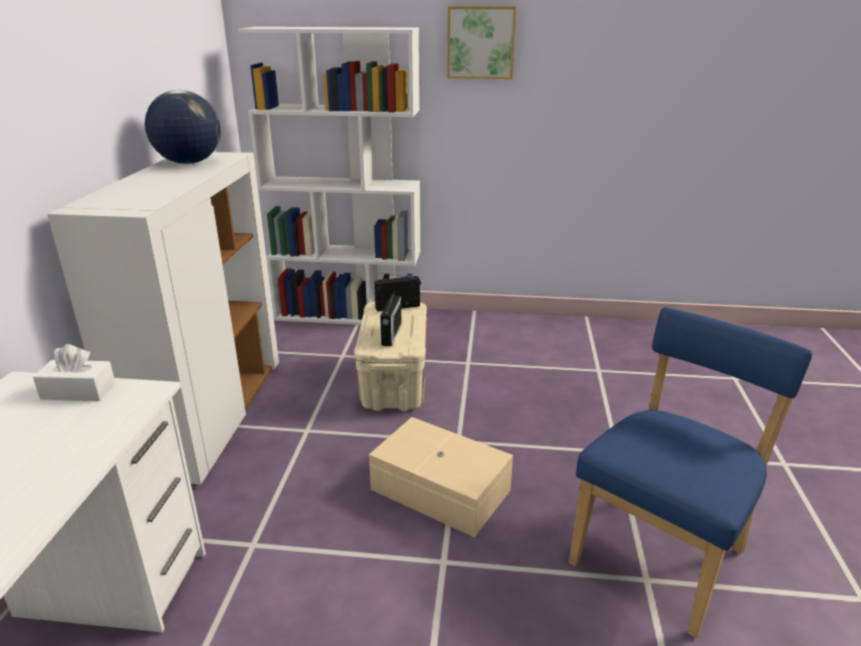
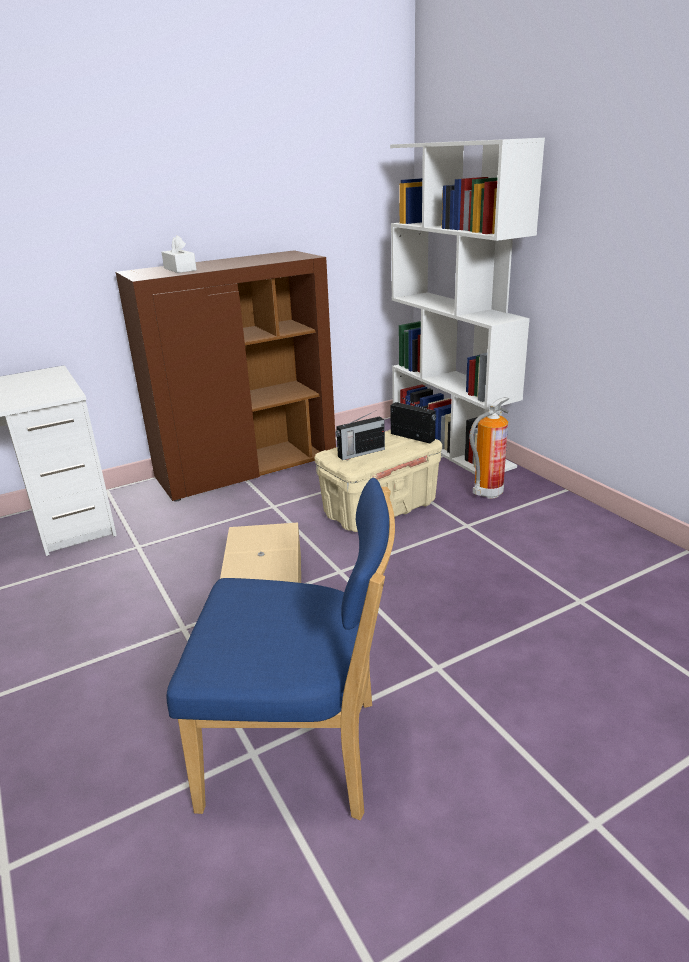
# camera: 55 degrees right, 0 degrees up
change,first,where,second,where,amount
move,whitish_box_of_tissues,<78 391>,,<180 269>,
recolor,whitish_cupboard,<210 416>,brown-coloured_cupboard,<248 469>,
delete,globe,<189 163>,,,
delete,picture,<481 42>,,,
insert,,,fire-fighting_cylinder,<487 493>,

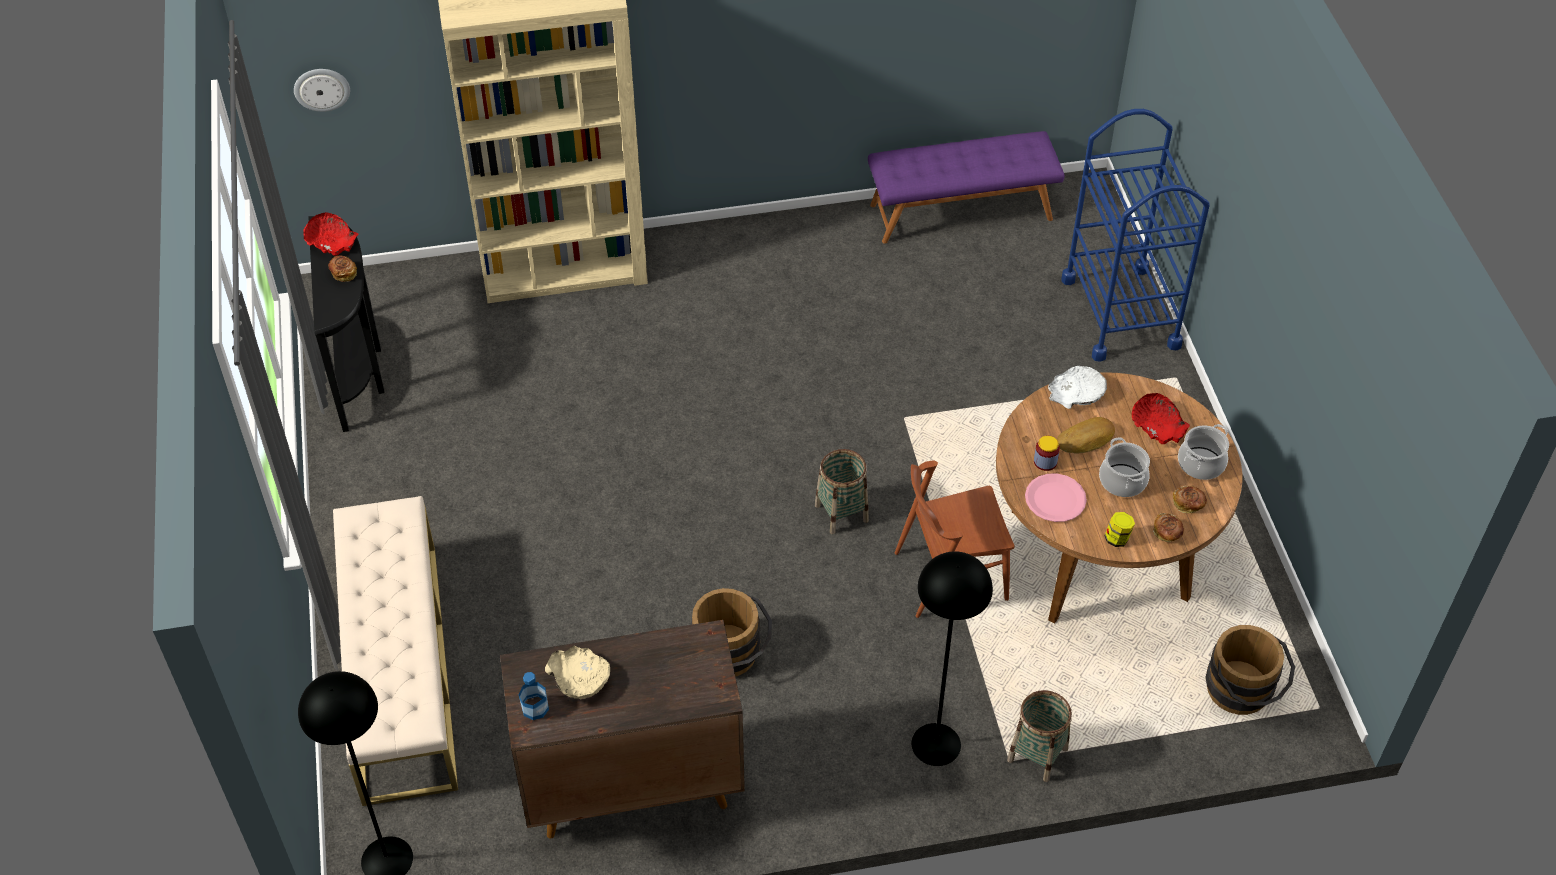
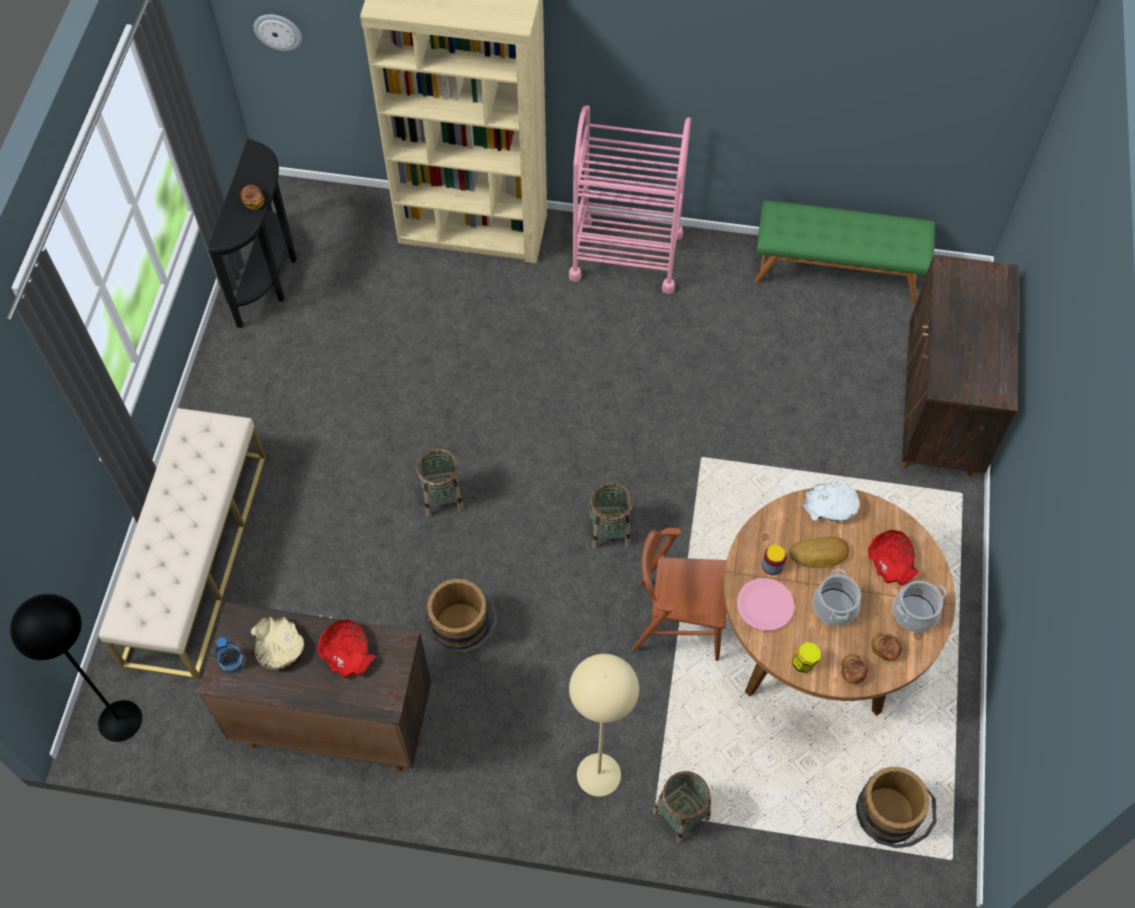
# camera: 20 degrees right, 10 degrees up
change,first,where,second,where,amount
move,red_bowl,<331 241>,,<347 653>,
recolor,purple-coloured_bench,<961 211>,green_bench,<837 271>,
recolor,black_standing_lamp,<935 744>,beige-coloured_standing_lamp,<598 775>,
replace,blue-coloured_cart,<1120 312>,brown-coloured_cupboard,<939 413>,
insert,,,storage_basket,<442 497>,
insert,,,pinkish_cart,<626 255>,

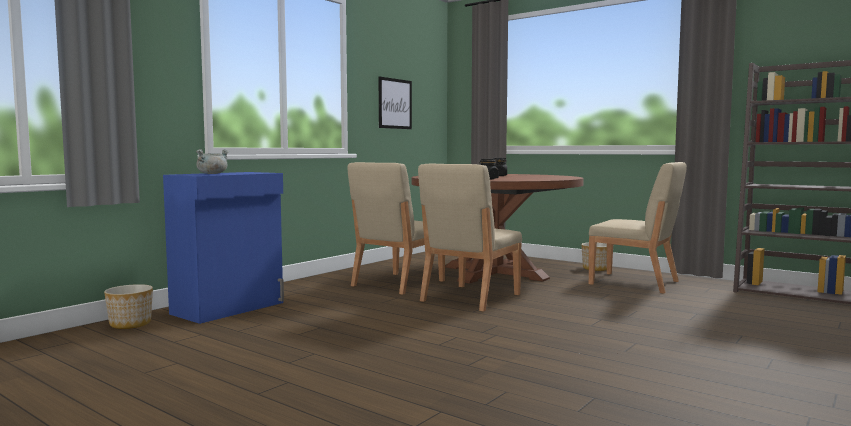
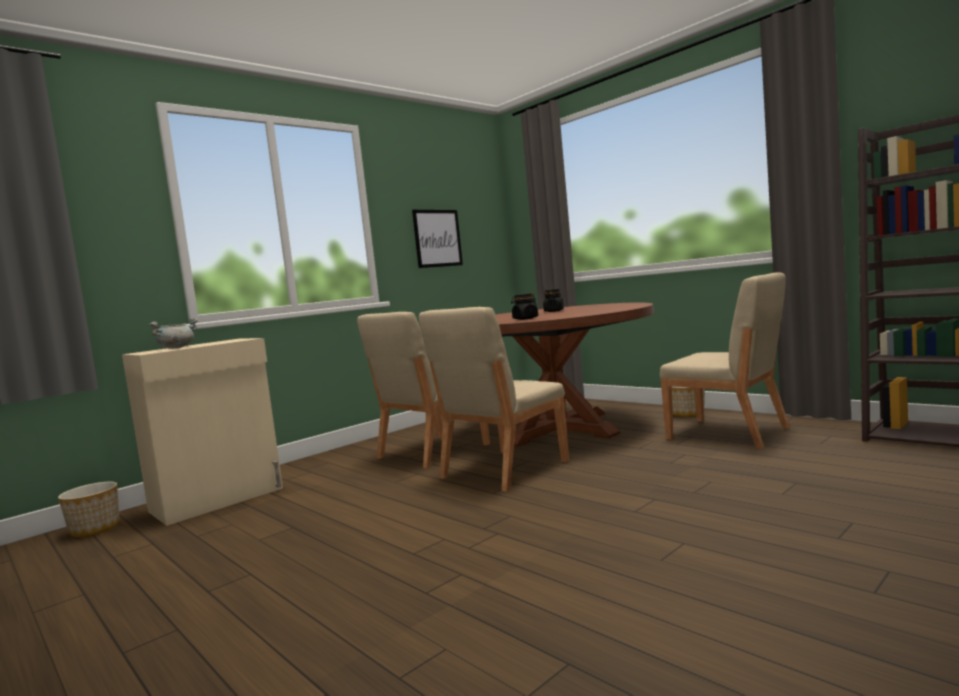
# camera: 10 degrees right, 0 degrees up
change,first,where,second,where,amount
recolor,blue-coloured_cupboard,<230 308>,beige-coloured_cupboard,<219 500>,

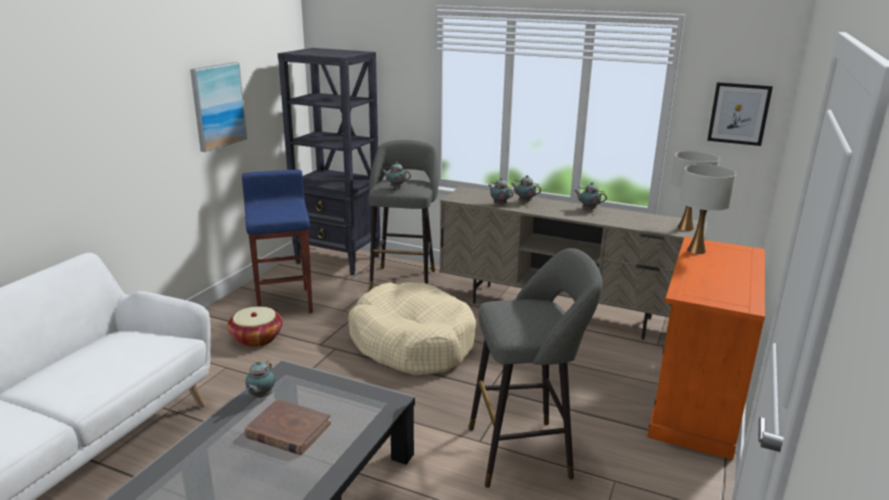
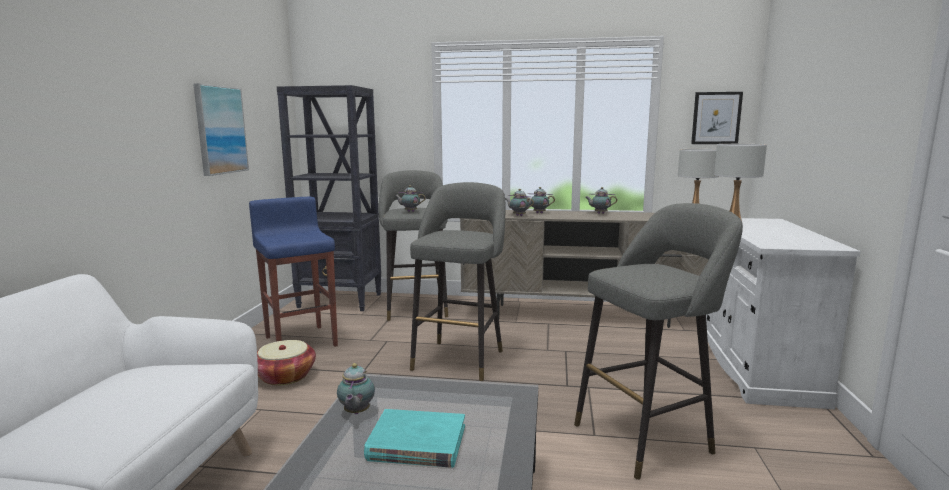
# camera: 15 degrees left, 10 degrees down
change,first,where,second,where,amount
recolor,brown-coloured_book,<288 430>,turquoise_book,<416 443>,
replace,beige-coloured_dog_cushion,<412 343>,gray_sitting_stool,<460 358>,
recolor,orangey_cupboard,<695 402>,whitish_cupboard,<757 368>,

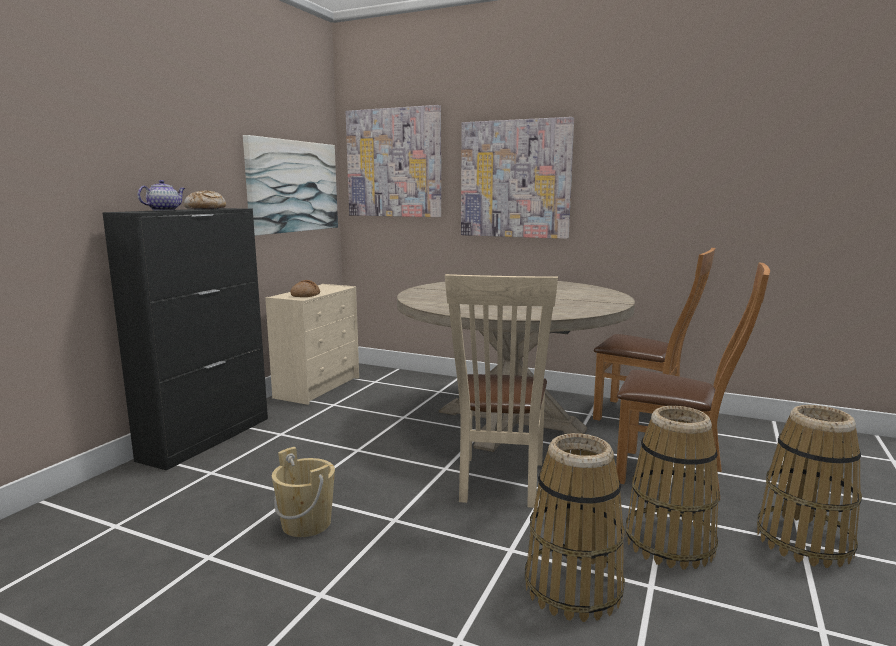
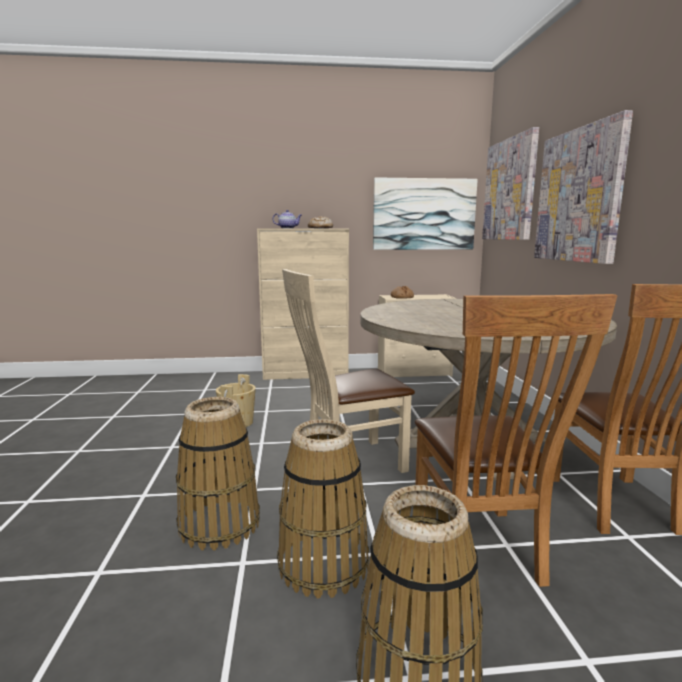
# camera: 60 degrees right, 0 degrees up
change,first,where,second,where,amount
recolor,black_cupboard,<207 438>,beige-coloured_cupboard,<306 374>,

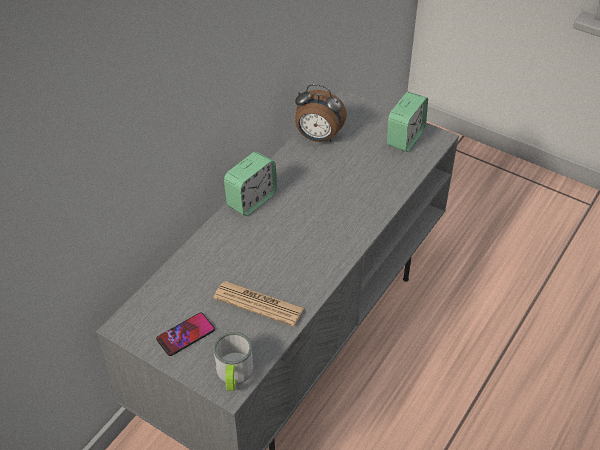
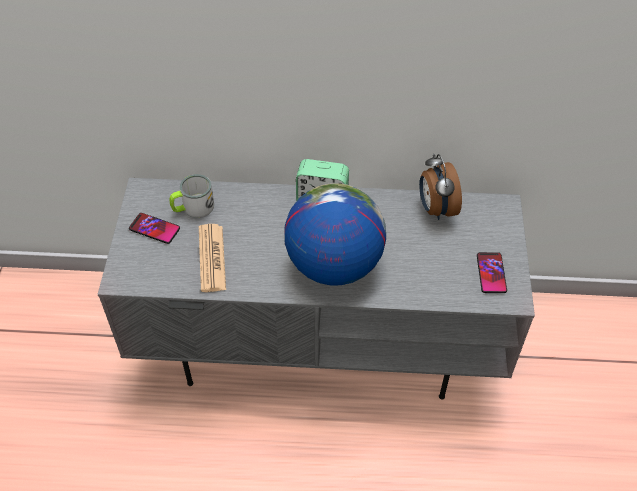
# camera: 60 degrees right, 5 degrees up
change,first,where,second,where,amount
move,mug,<234 374>,,<193 208>,
replace,bedside_clock,<405 138>,handset,<491 273>,
insert,,,globe,<333 264>,

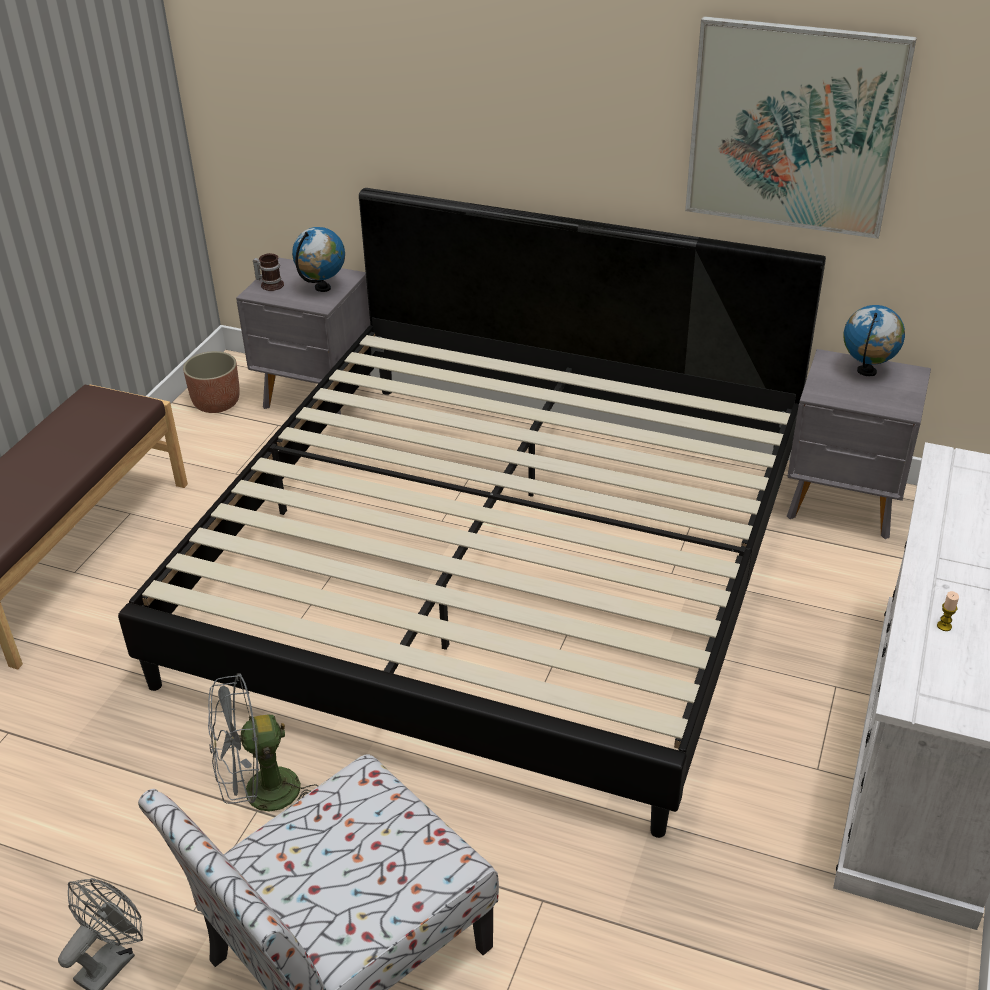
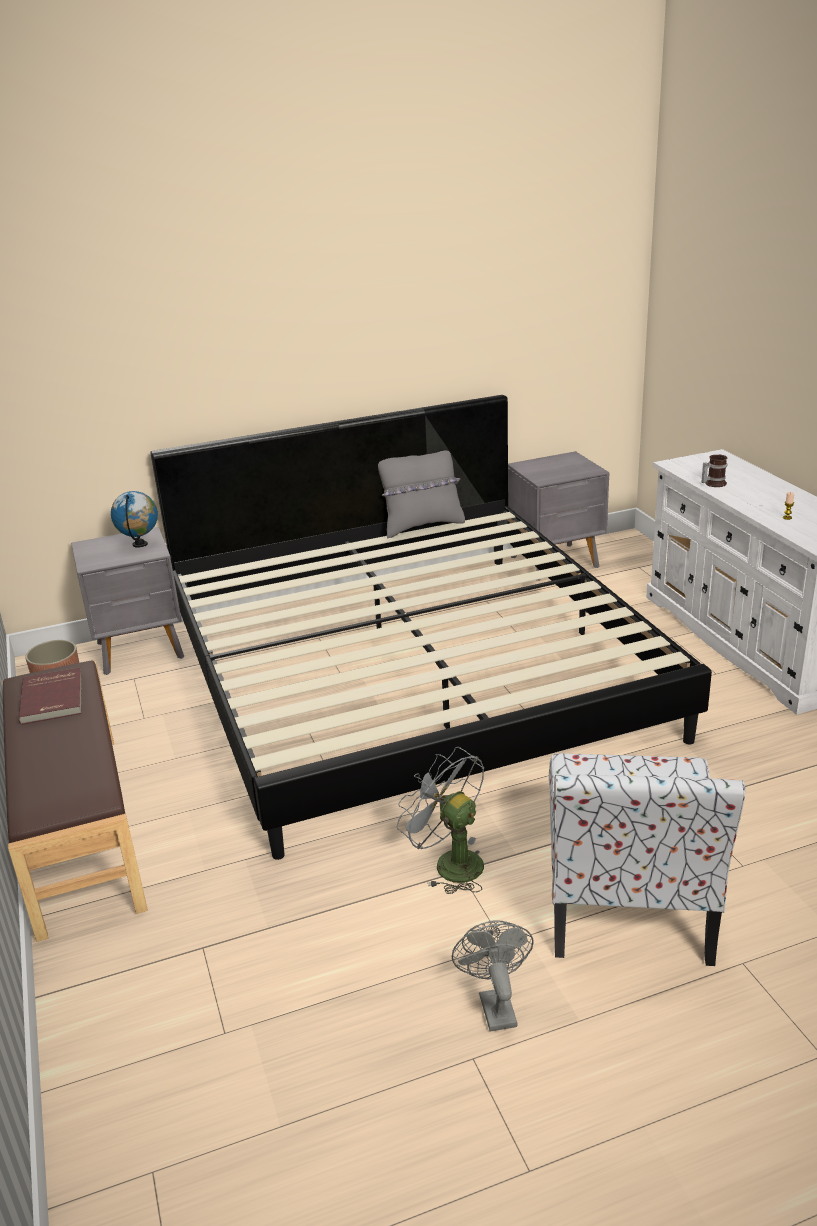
# camera: 40 degrees left, 10 degrees down
change,first,where,second,where,amount
rotate,gray_cooling_fan,<260 796>,,<449 863>,105 degrees clockwise
move,mug,<270 284>,,<713 483>,
delete,picture,<793 128>,,,
delete,globe,<867 371>,,,
insert,,,red_book,<54 698>,
insert,,,gray_cushion,<422 526>,

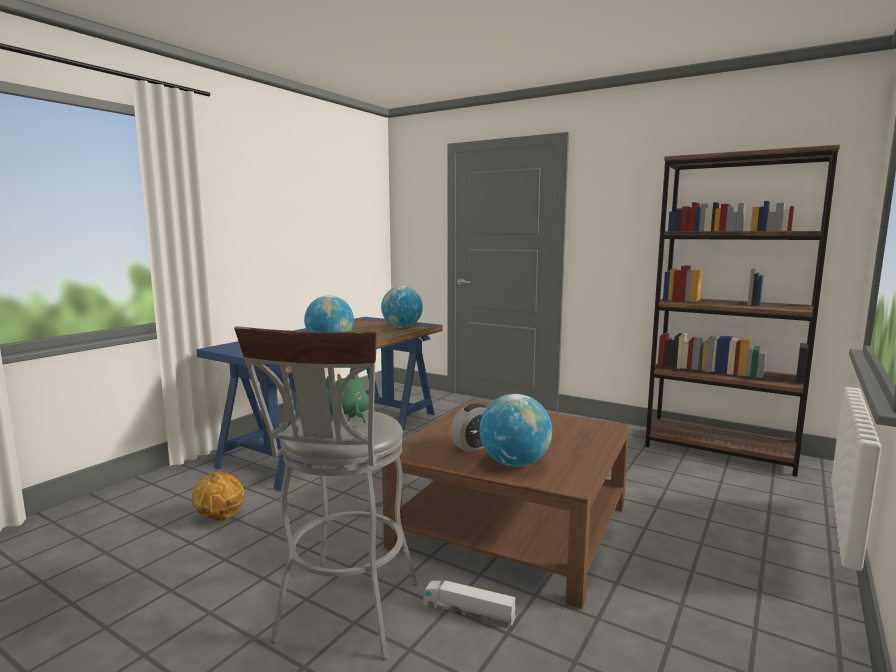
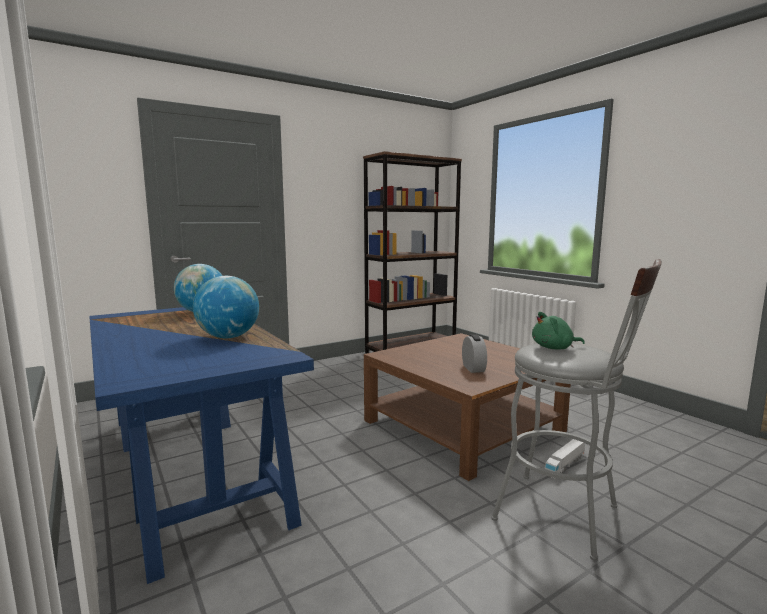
# camera: 65 degrees left, 0 degrees up
change,first,where,second,where,amount
delete,basketball_ball,<220 517>,,,
delete,globe,<514 463>,,,

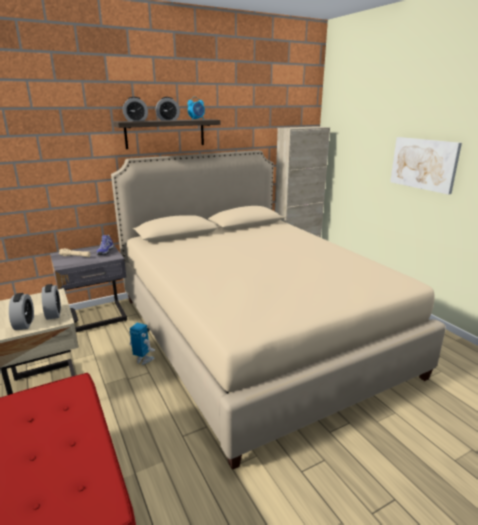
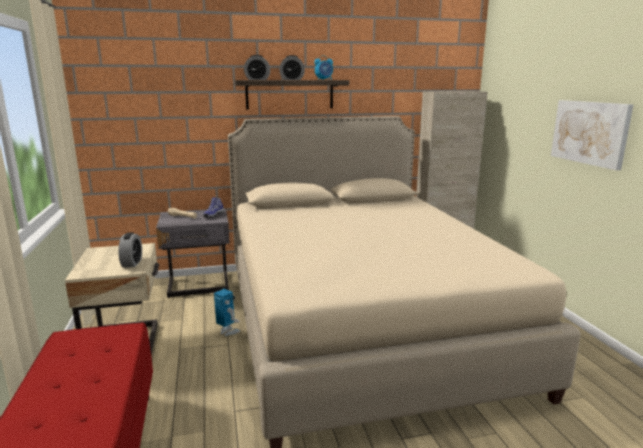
# camera: 15 degrees right, 5 degrees down
change,first,where,second,where,amount
delete,bedside_clock,<24 323>,,,

